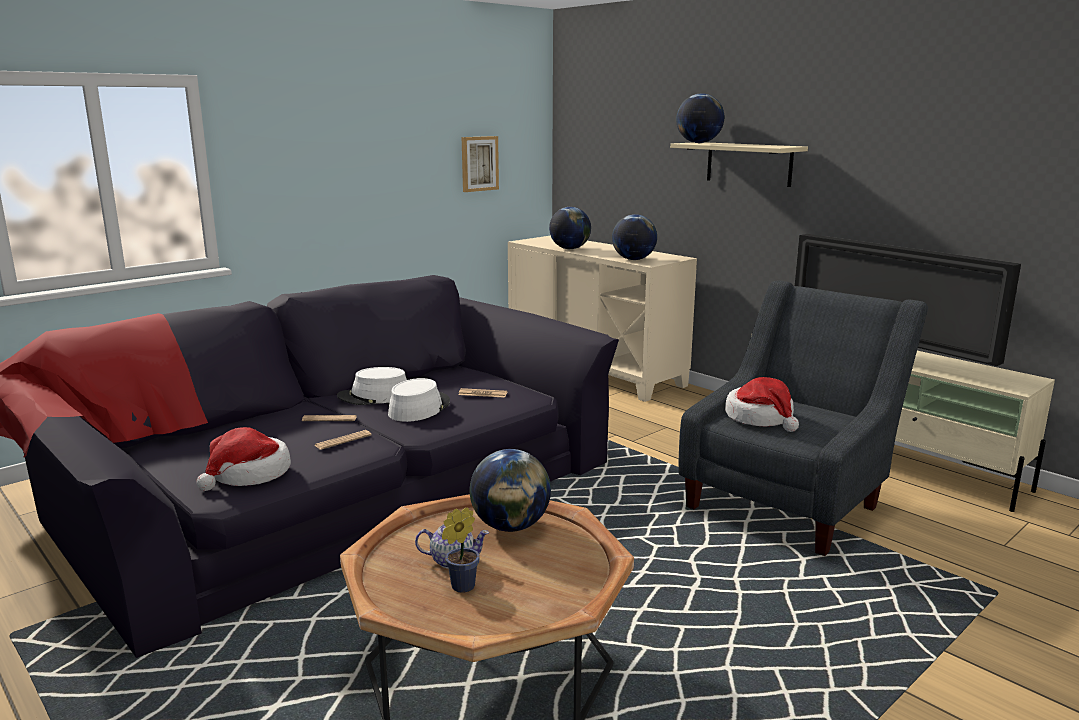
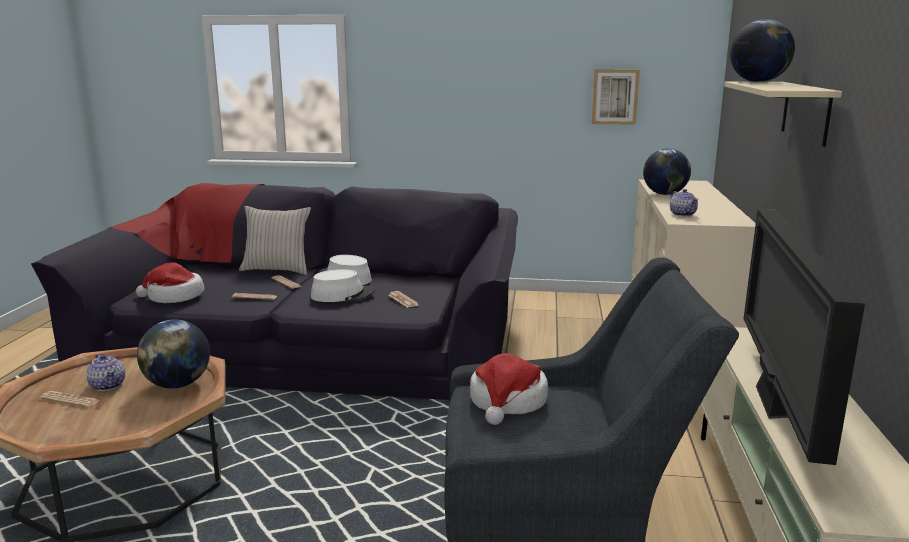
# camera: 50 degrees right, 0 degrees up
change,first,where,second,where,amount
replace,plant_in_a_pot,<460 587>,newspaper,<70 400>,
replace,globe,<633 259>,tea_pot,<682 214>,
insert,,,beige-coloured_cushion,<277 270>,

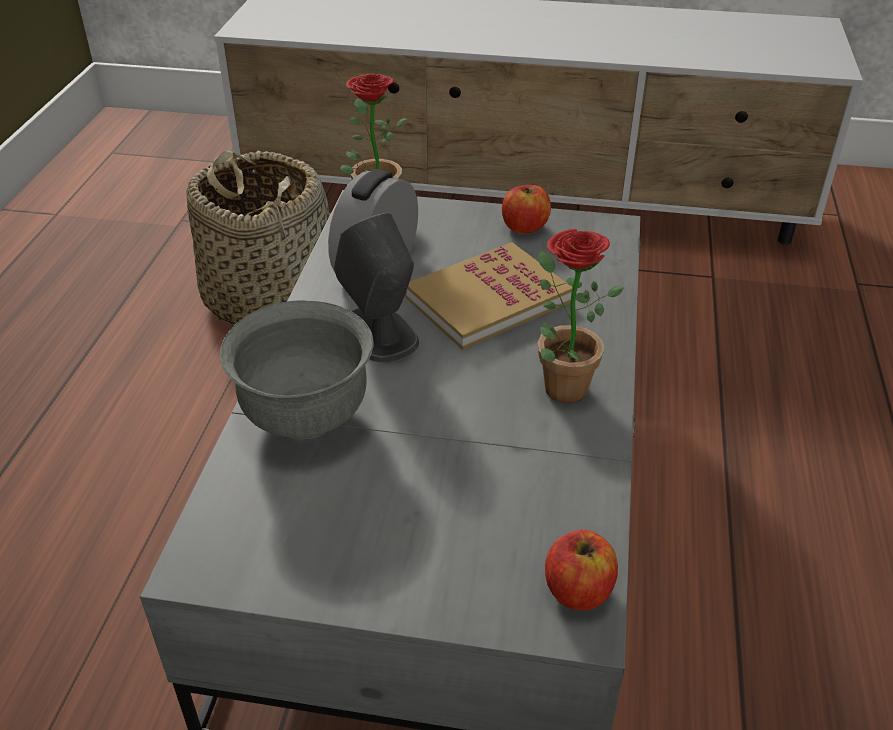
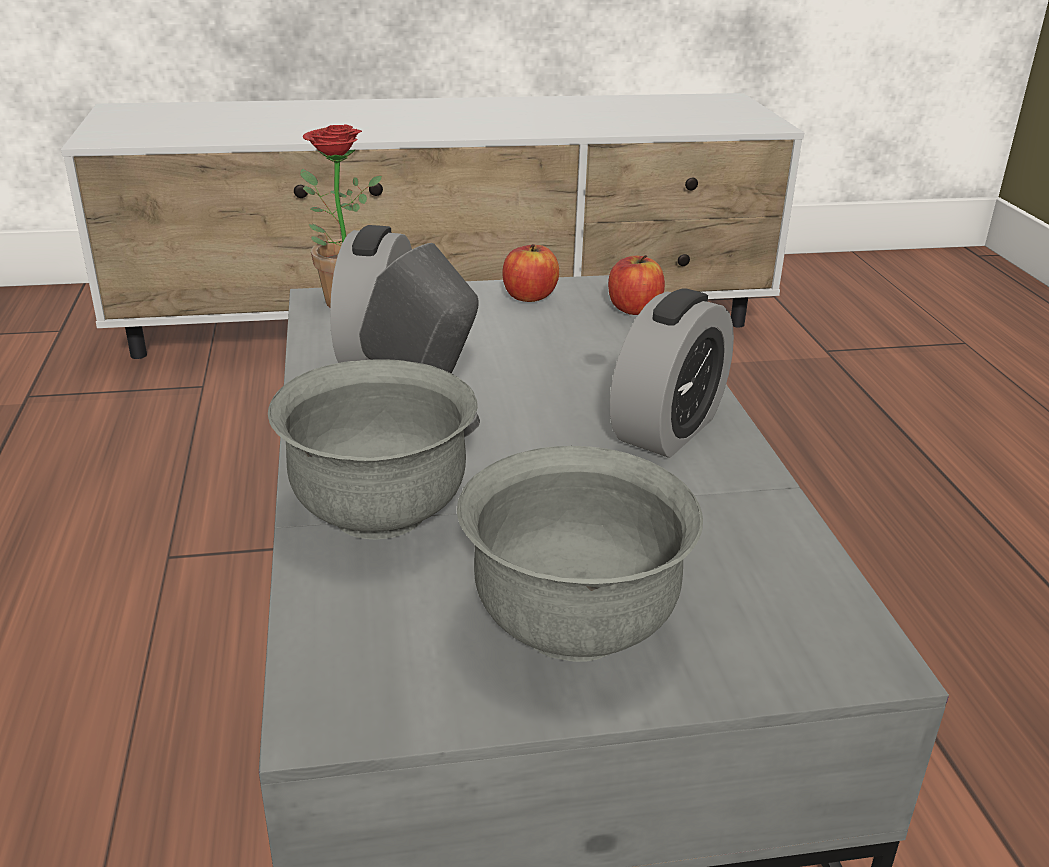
# camera: 20 degrees left, 10 degrees down
change,first,where,second,where,amount
delete,storage_basket,<269 297>,,,
delete,book,<487 299>,,,
replace,plant_in_a_pot,<558 384>,bedside_clock,<668 429>,
move,apple_fruit,<578 590>,,<634 309>,
insert,,,gray_bowl,<573 624>,

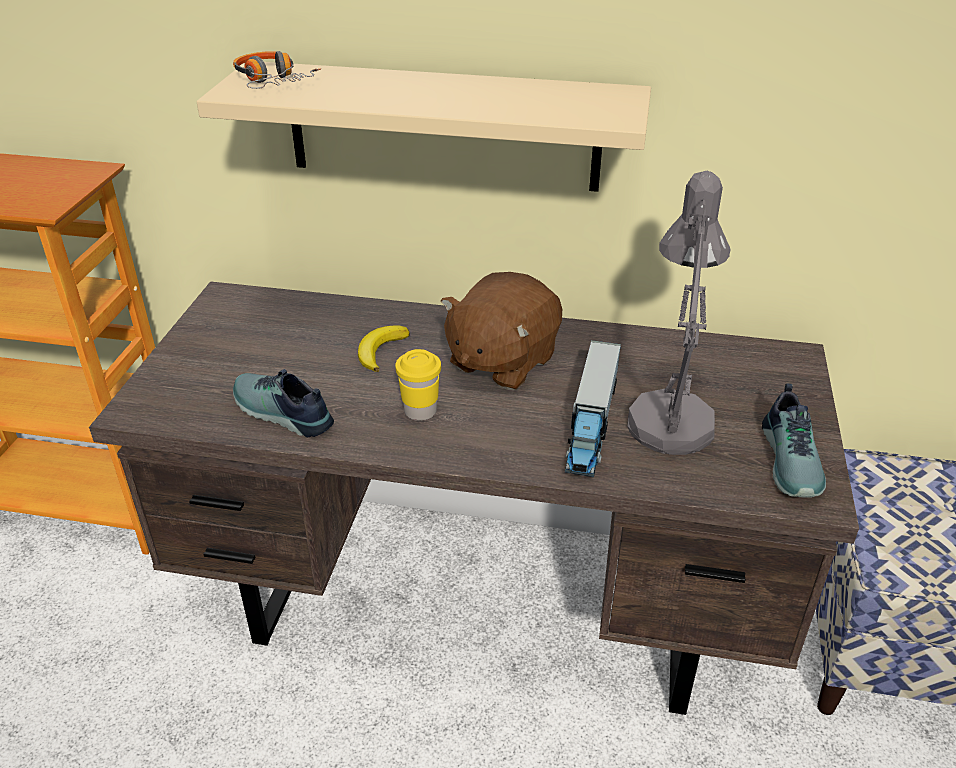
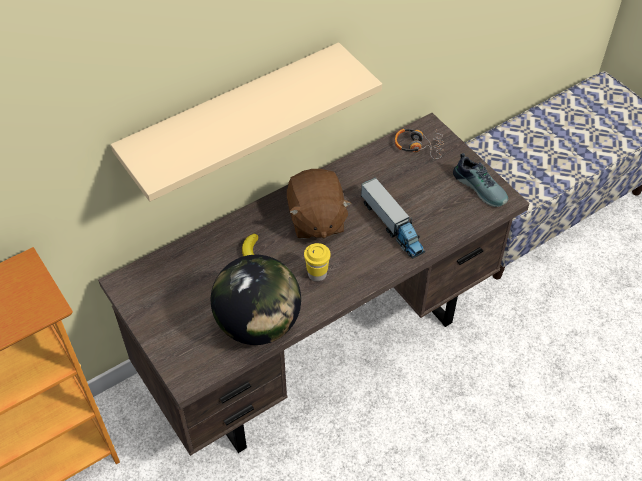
# camera: 45 degrees left, 15 degrees up
change,first,where,second,where,amount
move,pair_of_headphones,<273 81>,,<419 146>,
replace,shoe,<280 413>,globe,<258 324>,
delete,gray_table_lamp,<670 414>,,,

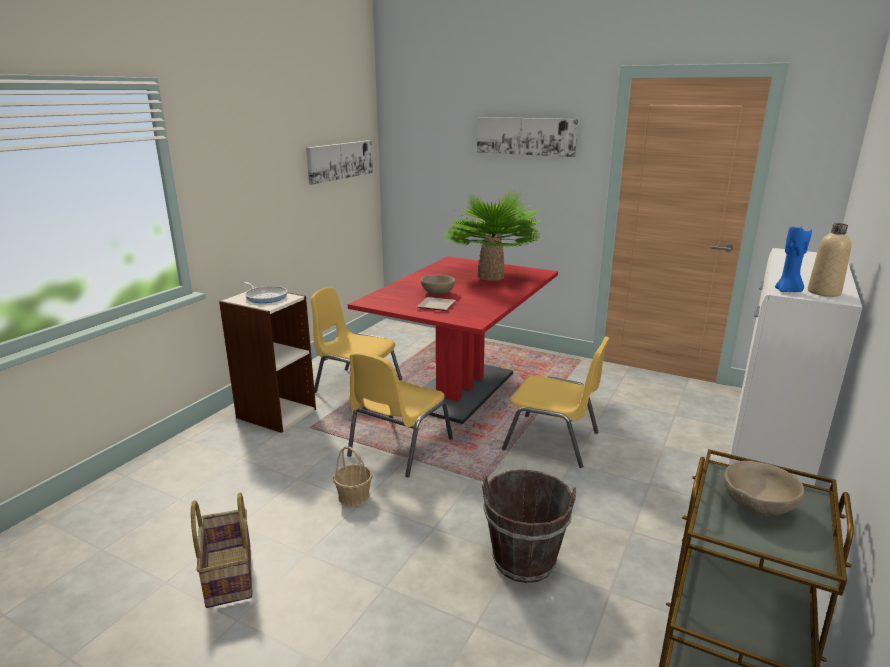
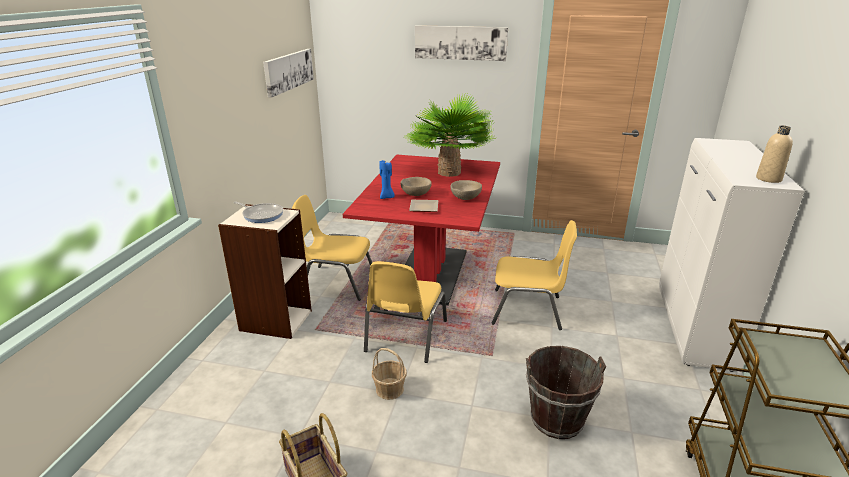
# camera: 15 degrees left, 5 degrees up
change,first,where,second,where,amount
move,beige-coloured_bowl,<757 506>,,<465 198>,
move,blue-coloured_candle,<788 291>,,<387 197>,

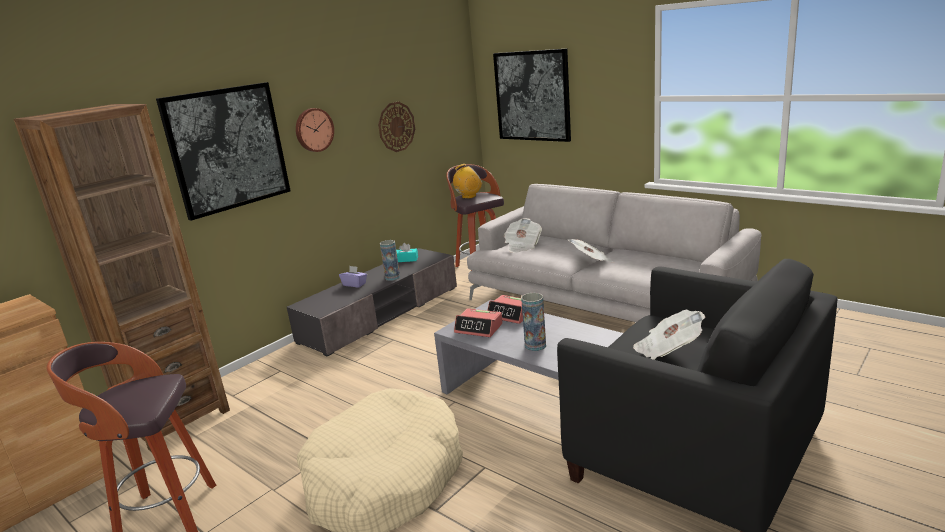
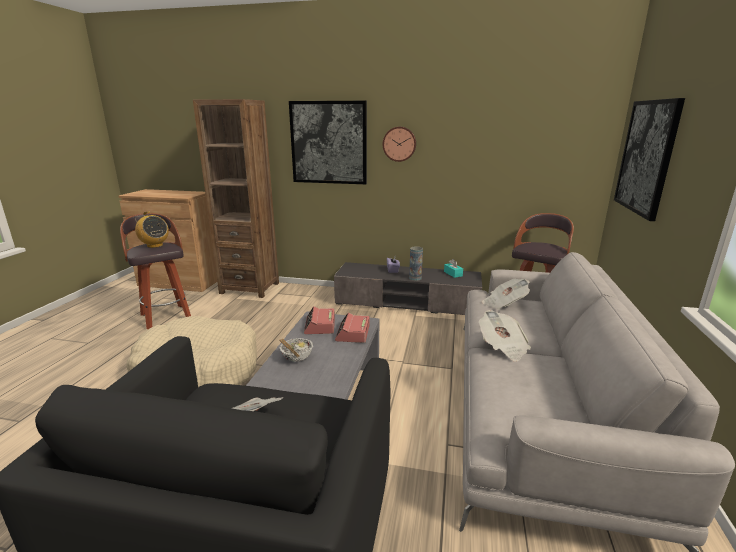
# camera: 60 degrees right, 0 degrees up
change,first,where,second,where,amount
delete,clock_on_the_wall,<396 126>,,,
move,radio,<468 196>,,<154 245>,
replace,flower_vase,<535 346>,bowl,<296 358>,

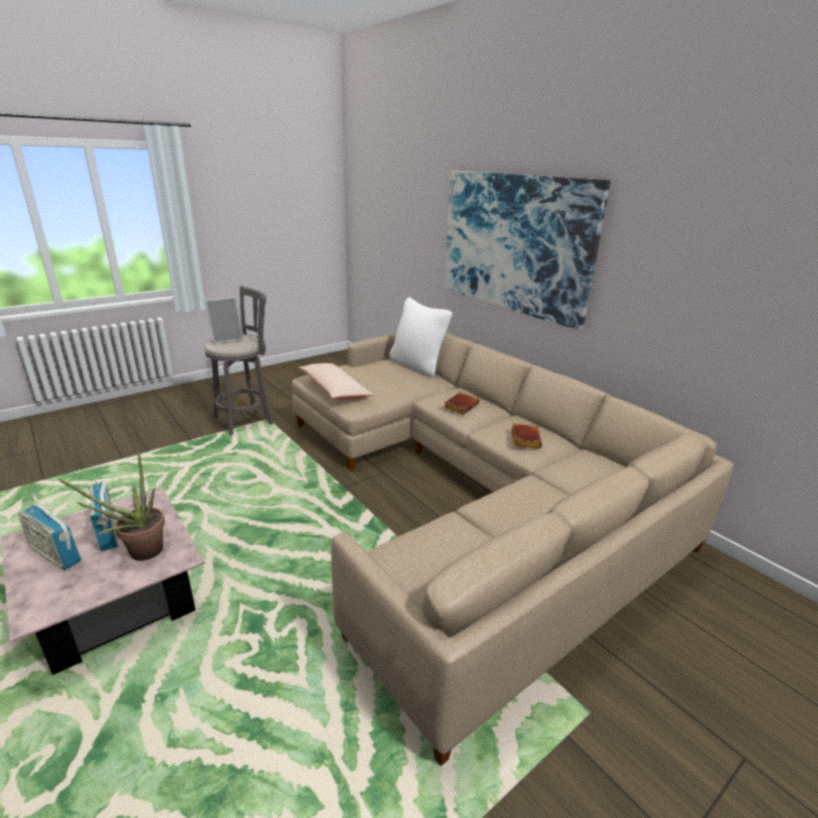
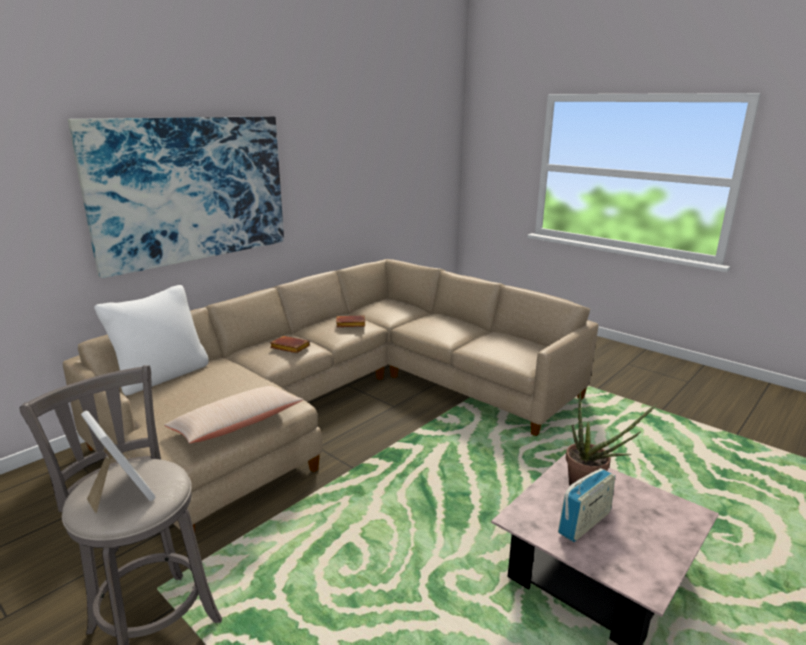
# camera: 100 degrees left, 5 degrees down
change,first,where,second,where,amount
delete,radio,<55 554>,,,

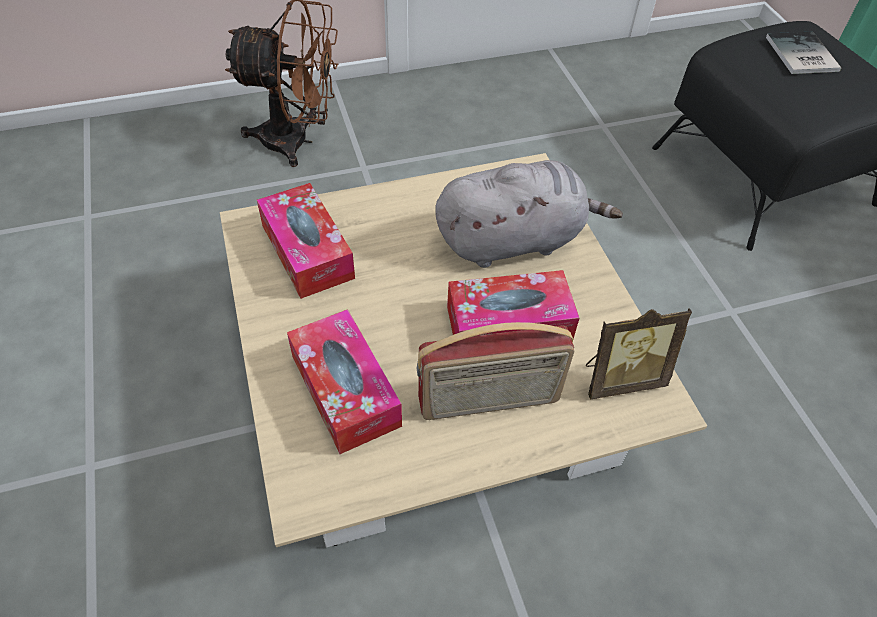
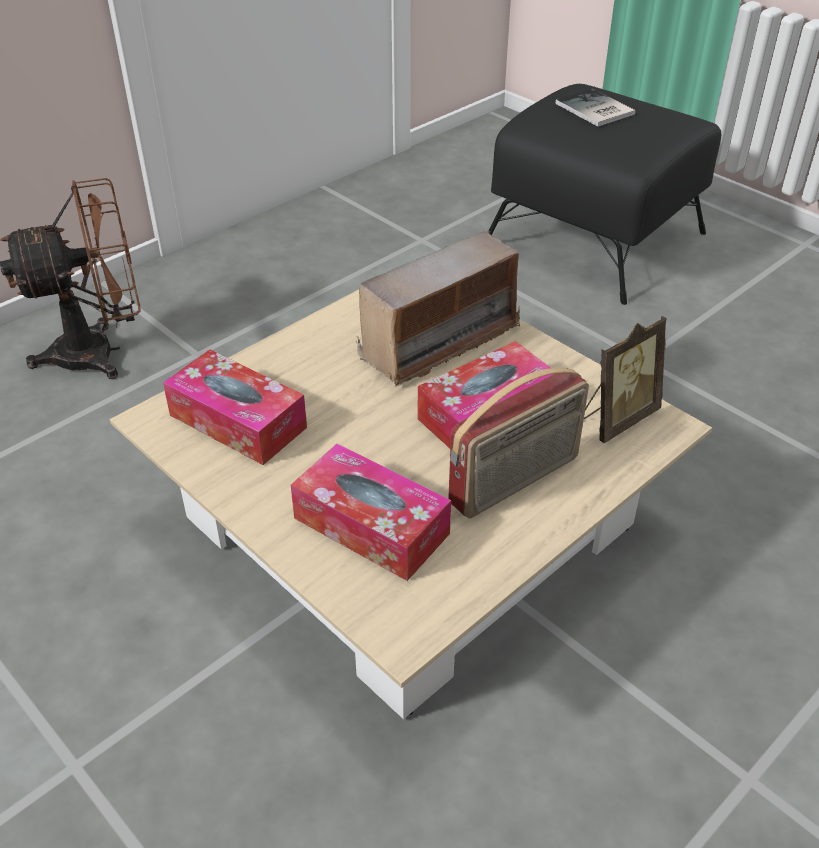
# camera: 25 degrees left, 10 degrees down
change,first,where,second,where,amount
replace,gray_soft_toy,<514 240>,radio,<440 342>,

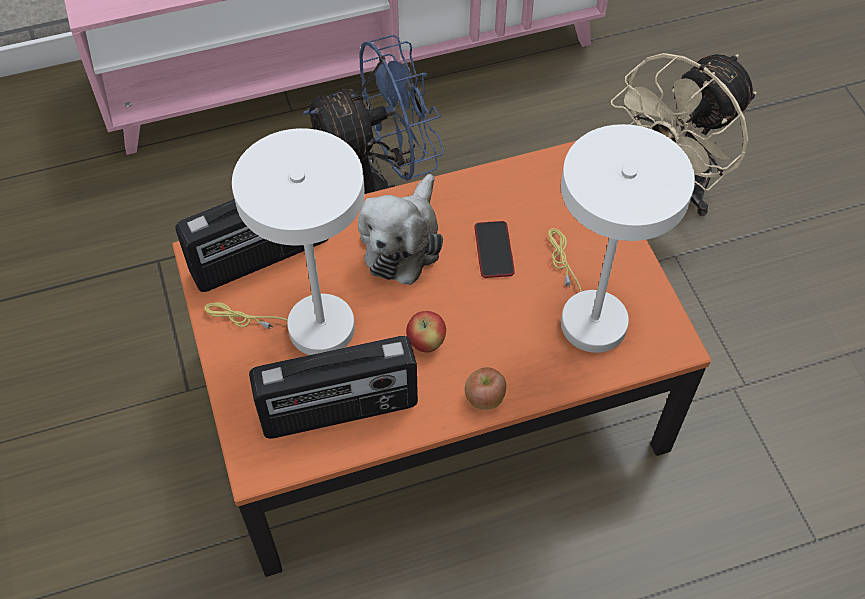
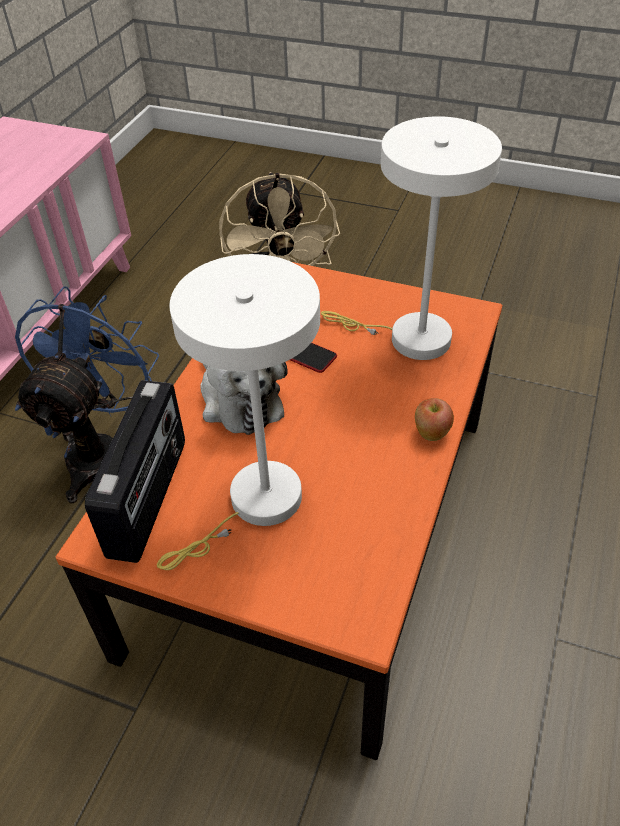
# camera: 50 degrees left, 10 degrees down
change,first,where,second,where,amount
delete,radio,<339 411>,,,
delete,apple_fruit,<426 343>,,,

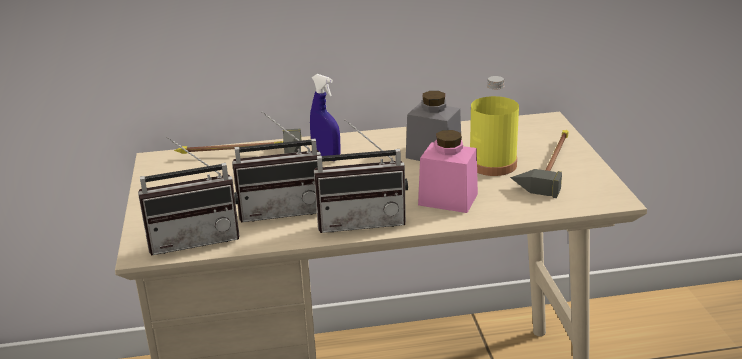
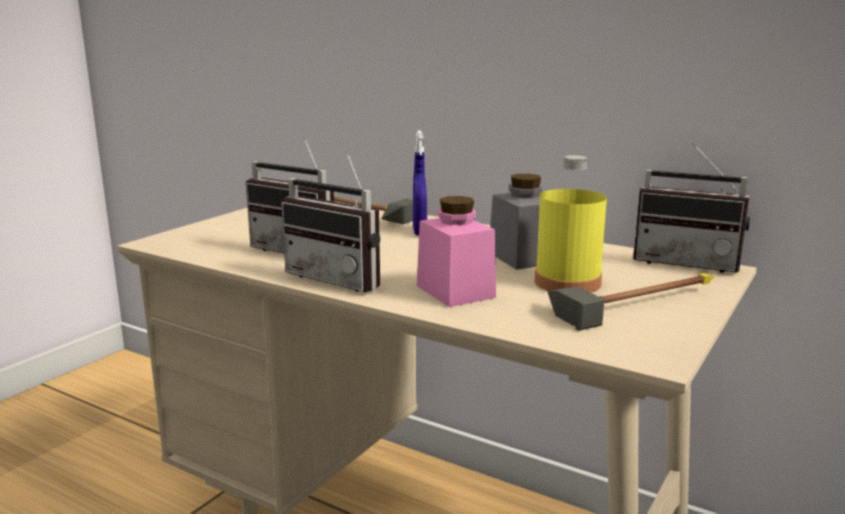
# camera: 40 degrees right, 10 degrees down
change,first,where,second,where,amount
move,radio,<194 239>,,<687 262>,

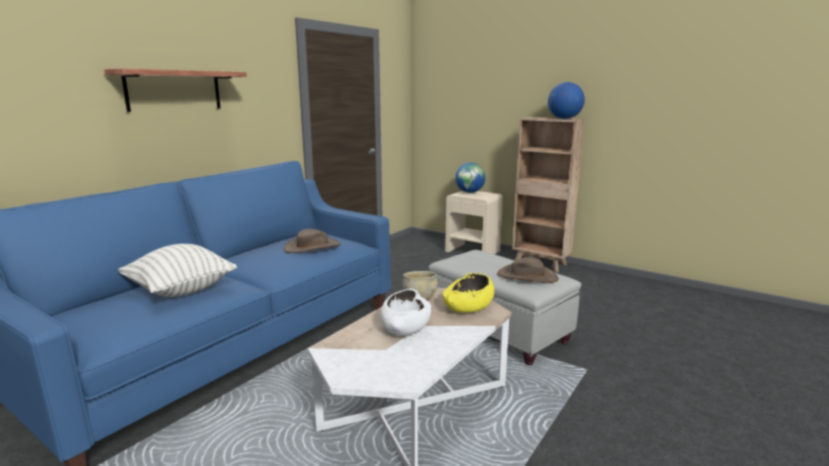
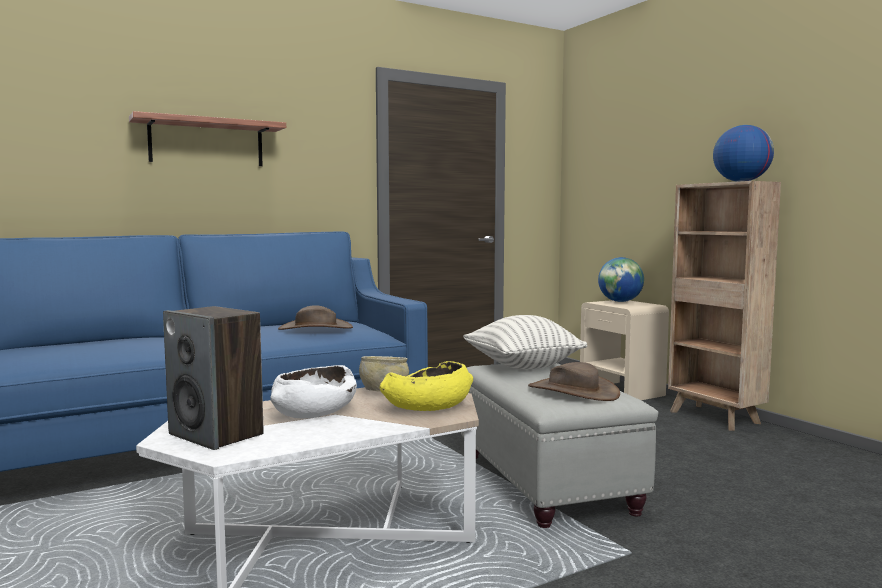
# camera: 25 degrees right, 10 degrees down
change,first,where,second,where,amount
move,cushion,<181 290>,,<523 366>,
insert,,,audio_speaker,<217 434>,

